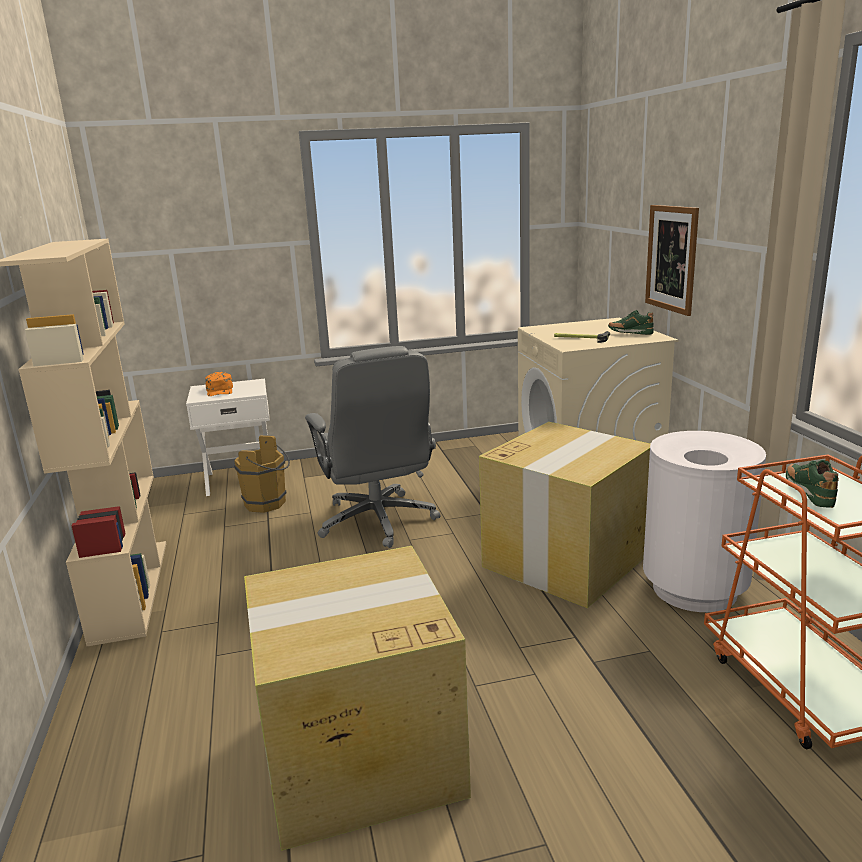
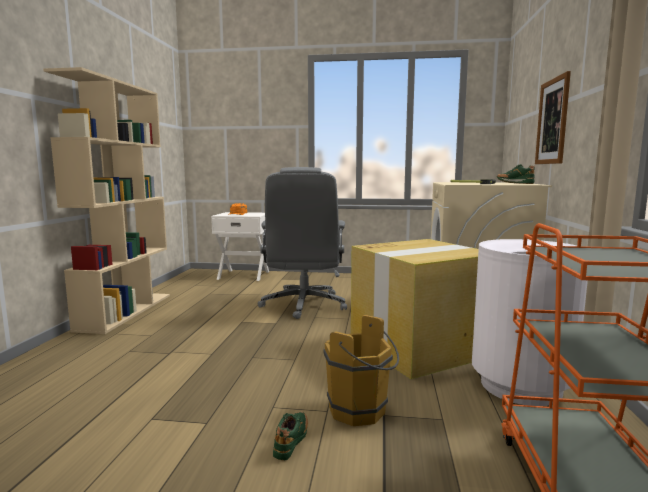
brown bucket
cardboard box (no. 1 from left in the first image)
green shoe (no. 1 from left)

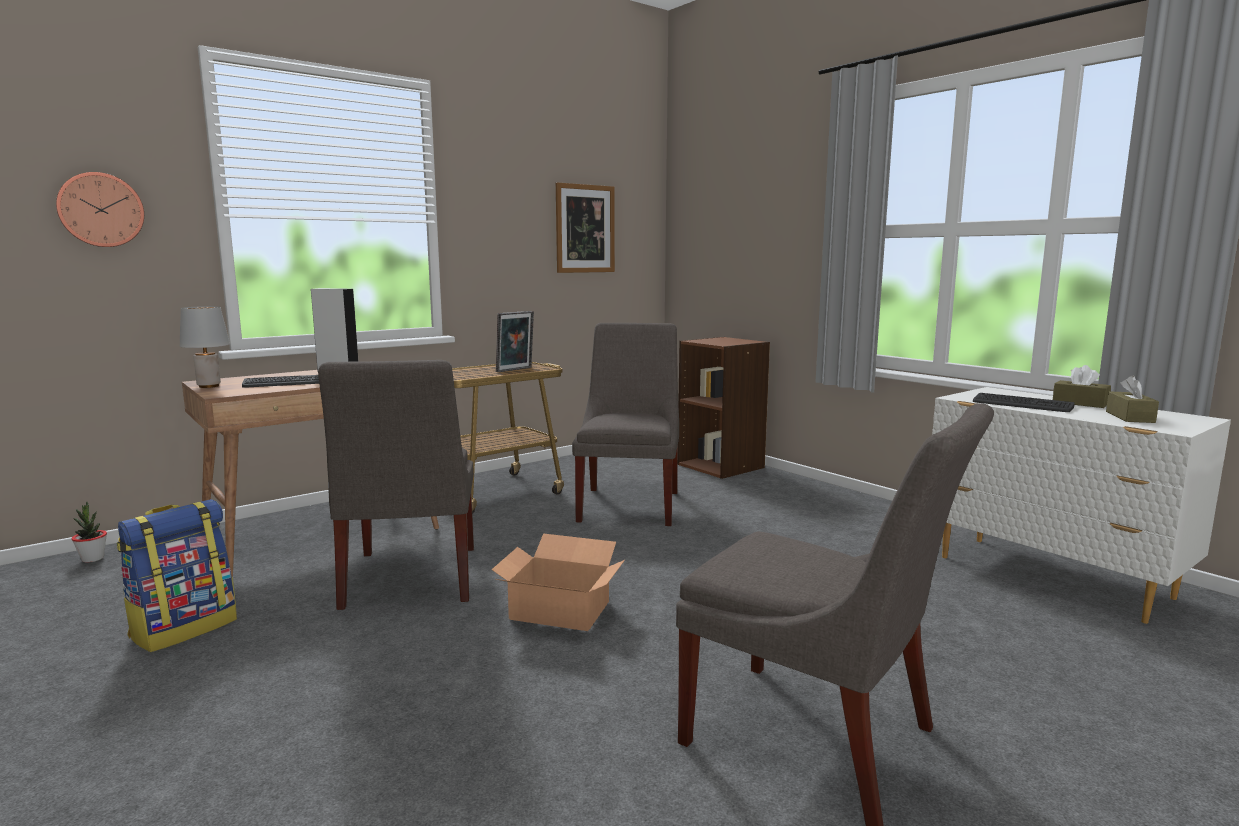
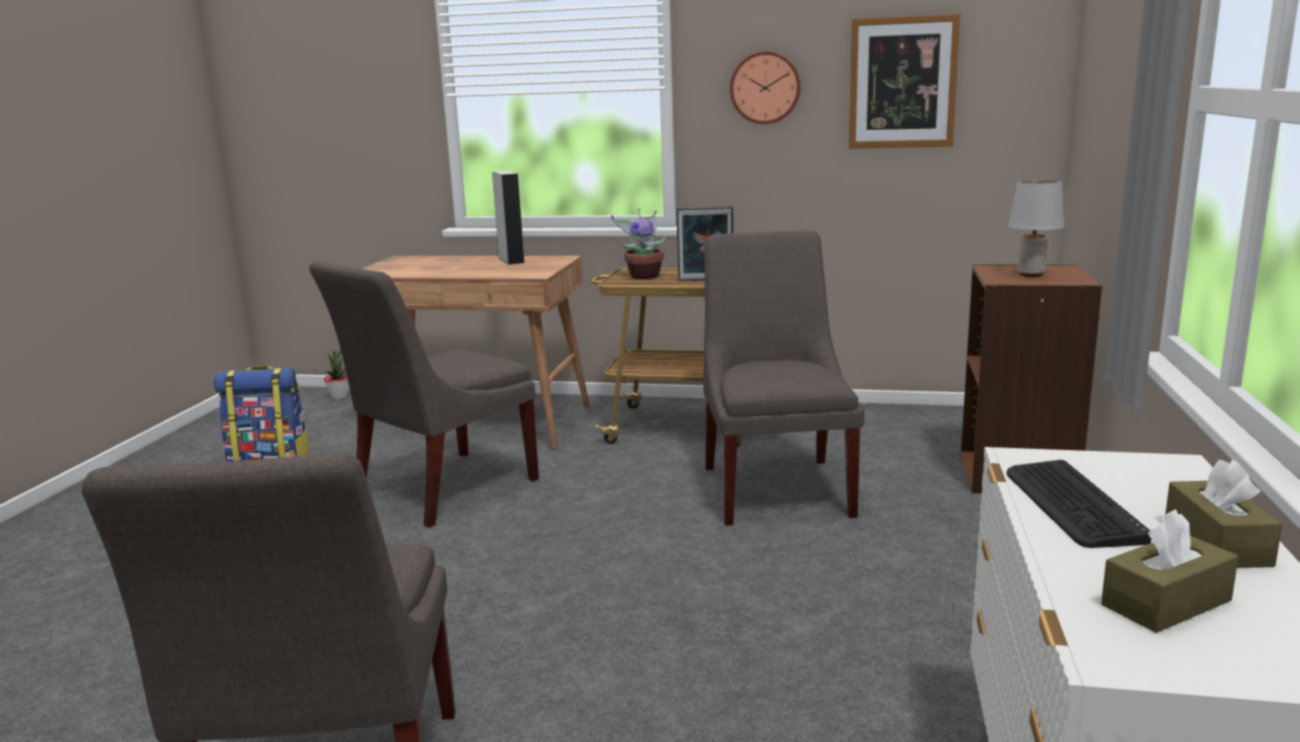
wall clock
grey table lamp
keyboard (no. 1 from left in the first image)
cardboard box
grey chair (no. 3 from left)
potted plant (no. 2 from left)

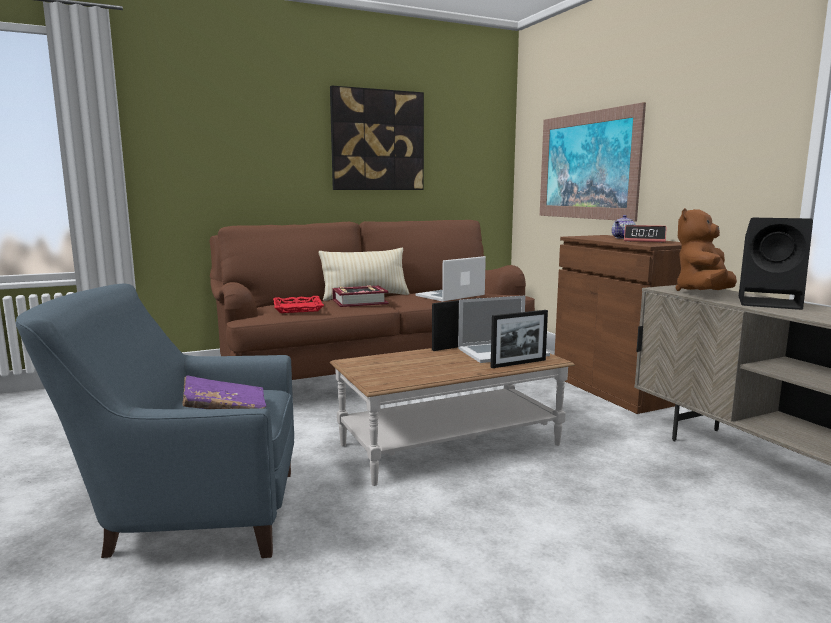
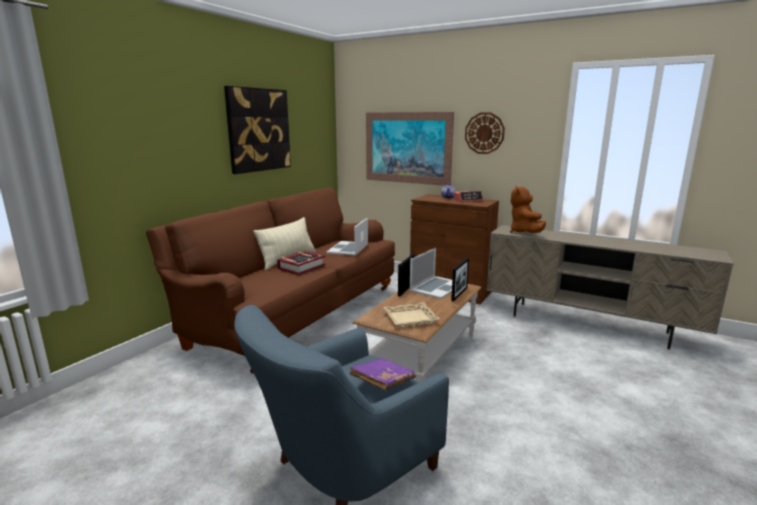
red tray
black speaker
beige tray
wall clock

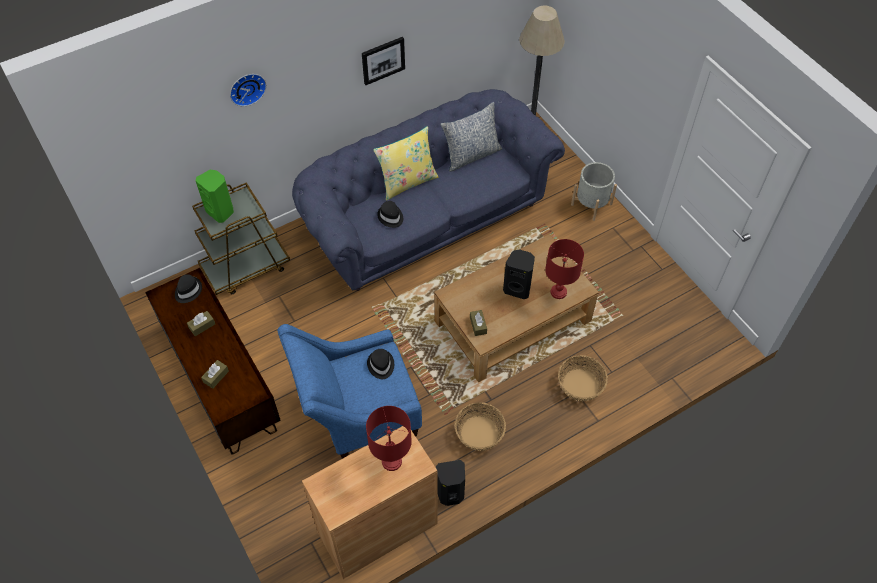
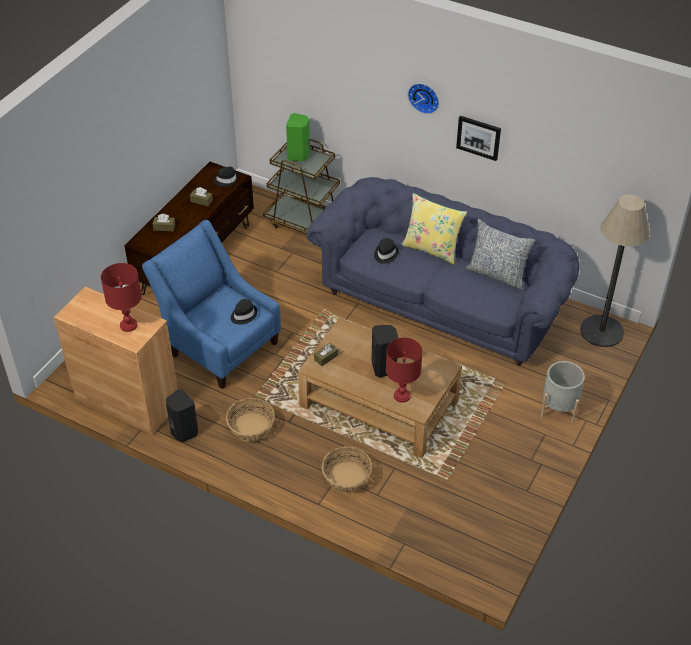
wall clock

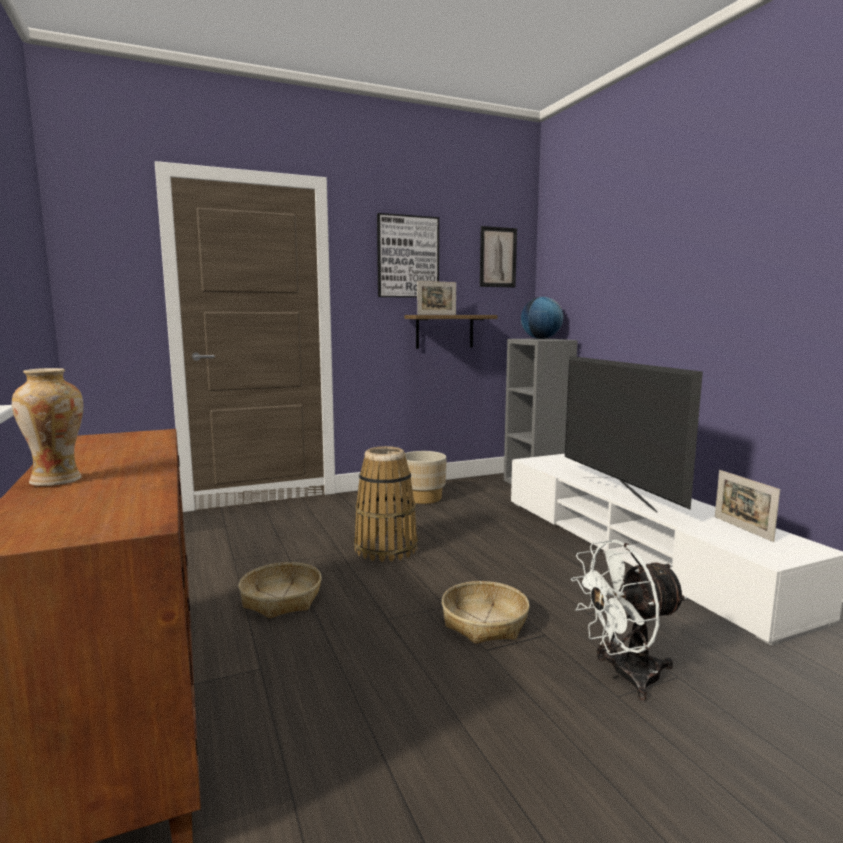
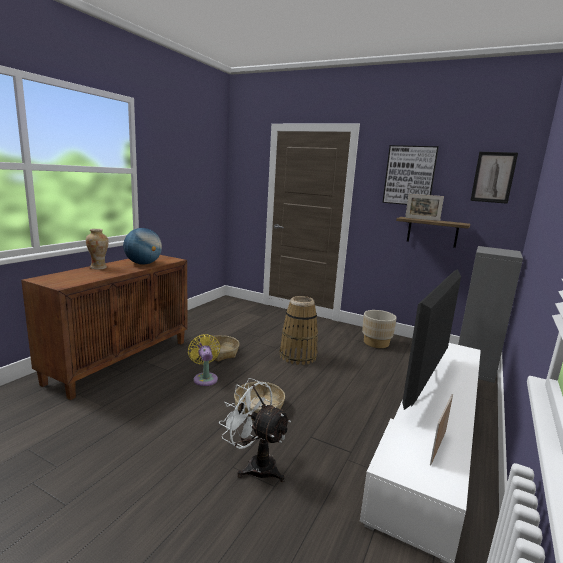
globe
yellow fan

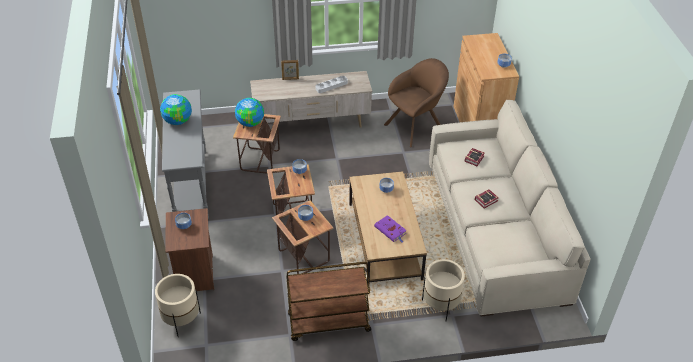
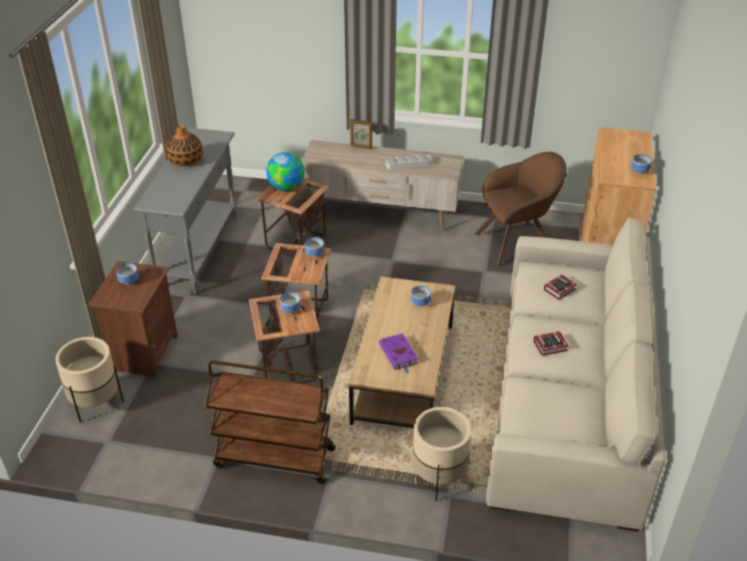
vase

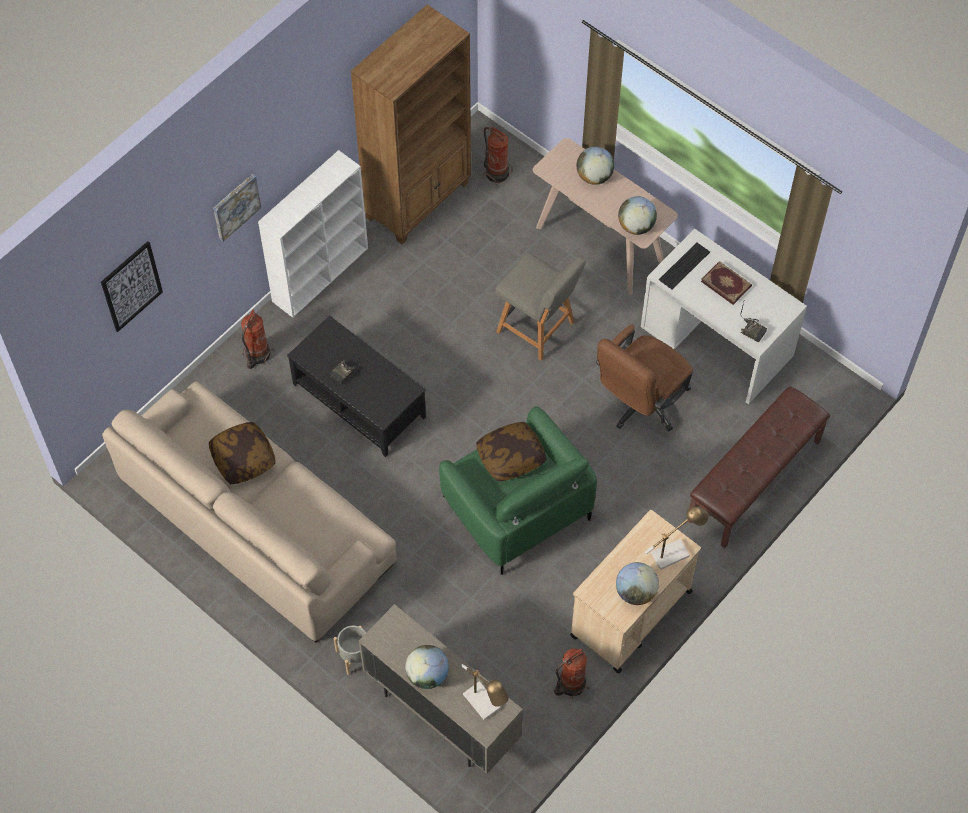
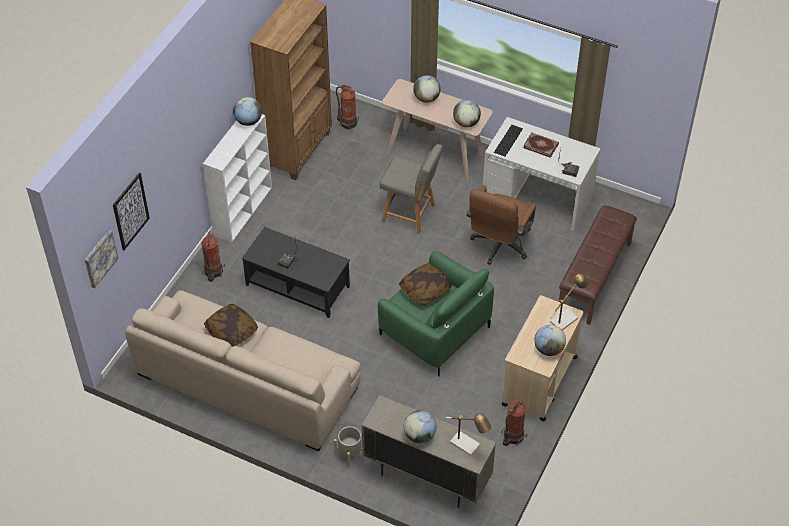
picture (no. 1 from left)
globe (no. 1 from left)

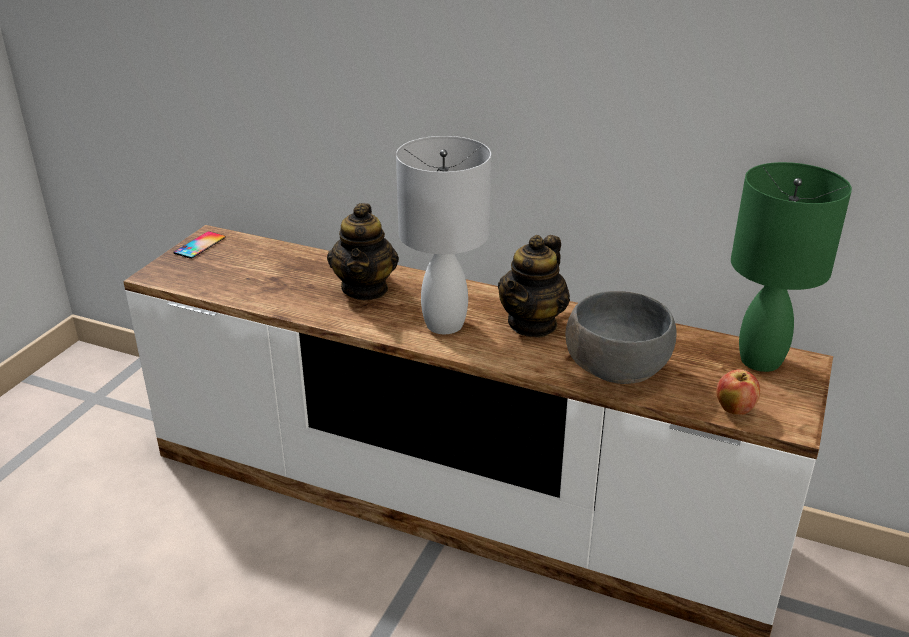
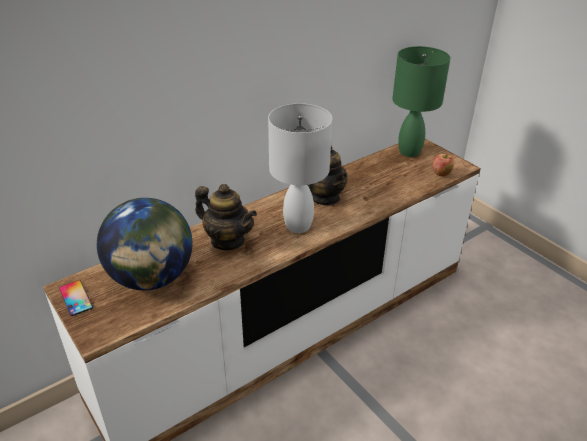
grey bowl
globe

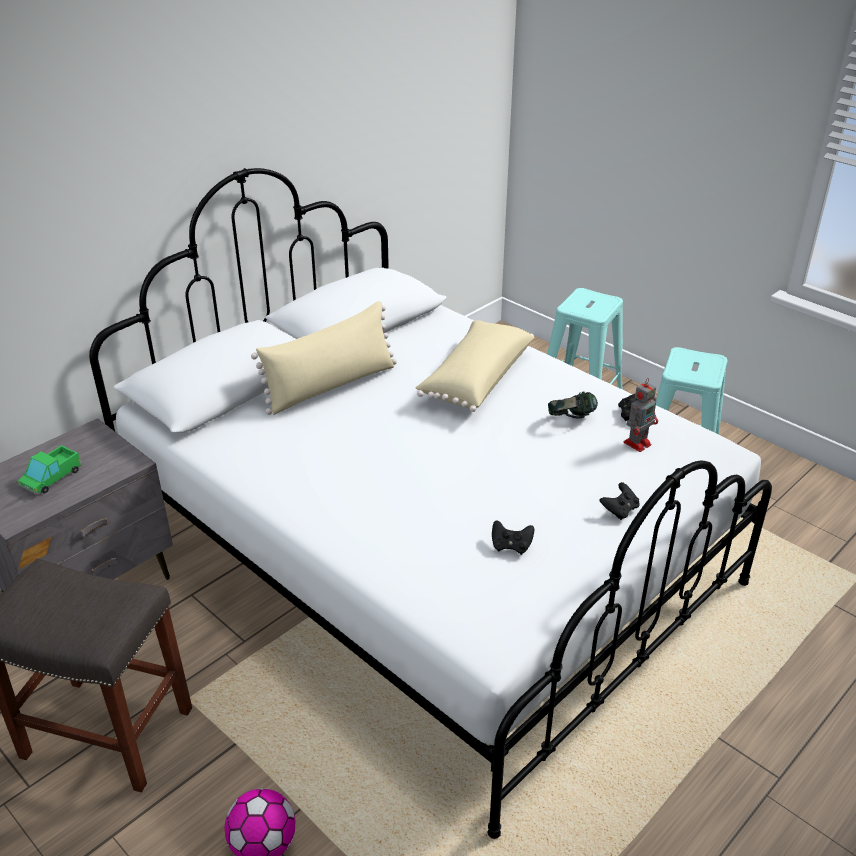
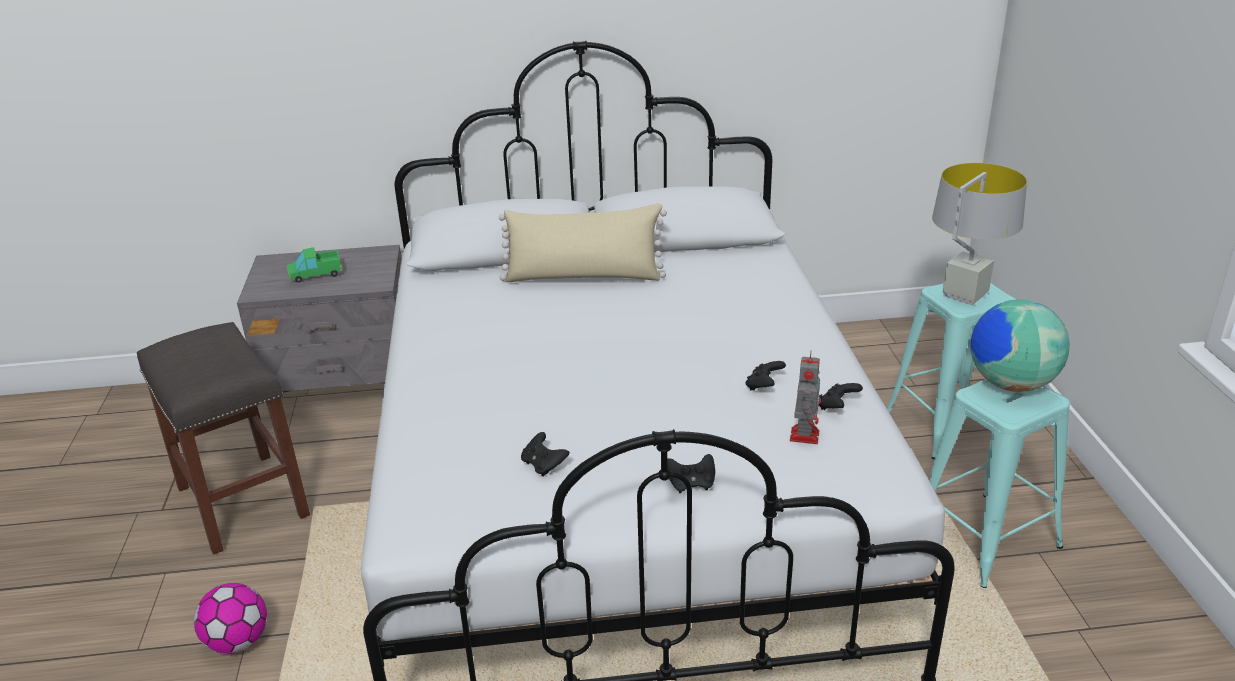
beige pillow (no. 2 from left in the first image)
black game controller (no. 3 from left)
toy robot
grey table lamp
globe

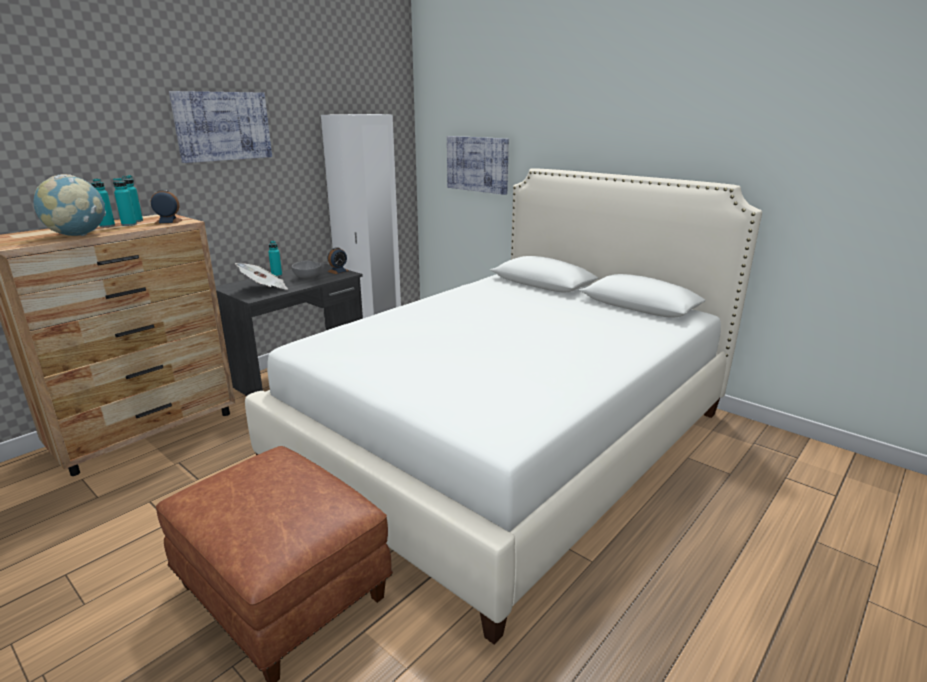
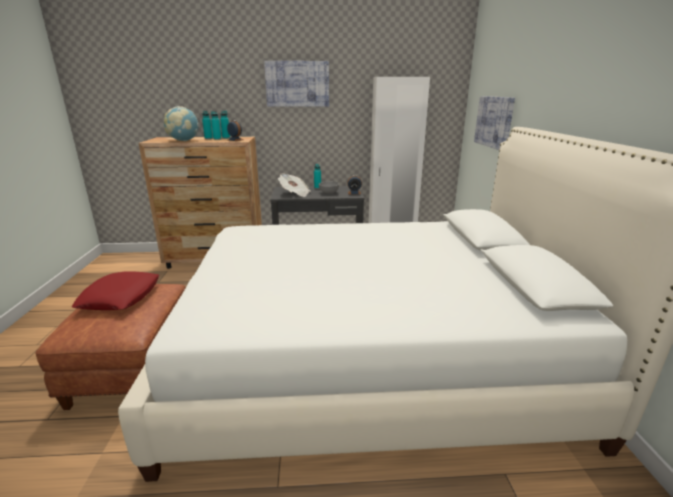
red pillow

